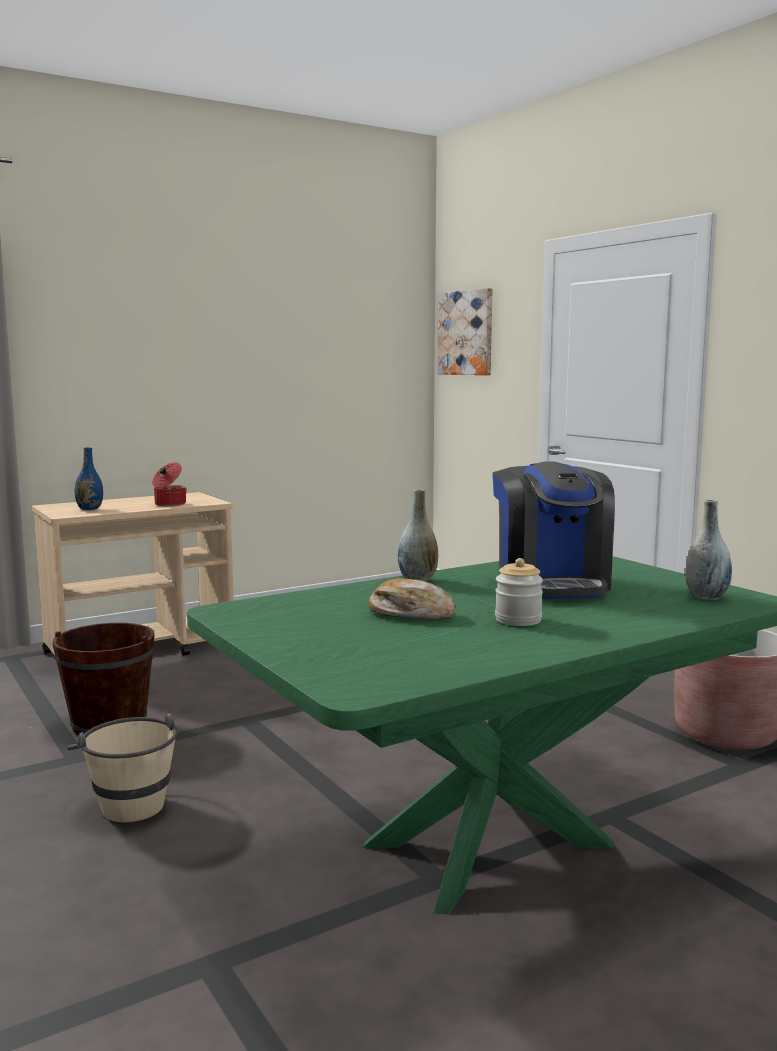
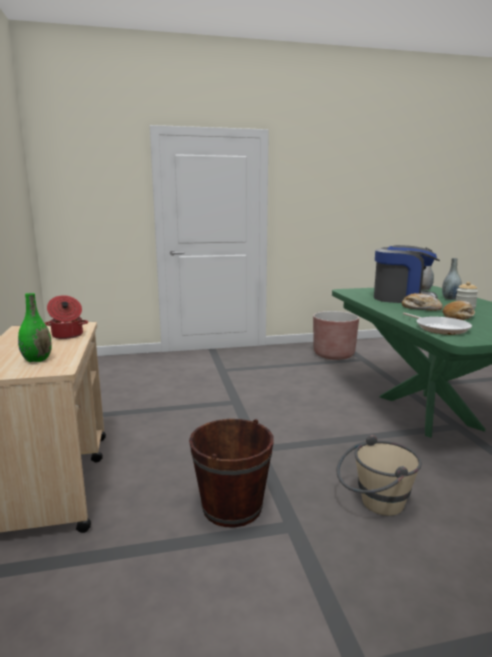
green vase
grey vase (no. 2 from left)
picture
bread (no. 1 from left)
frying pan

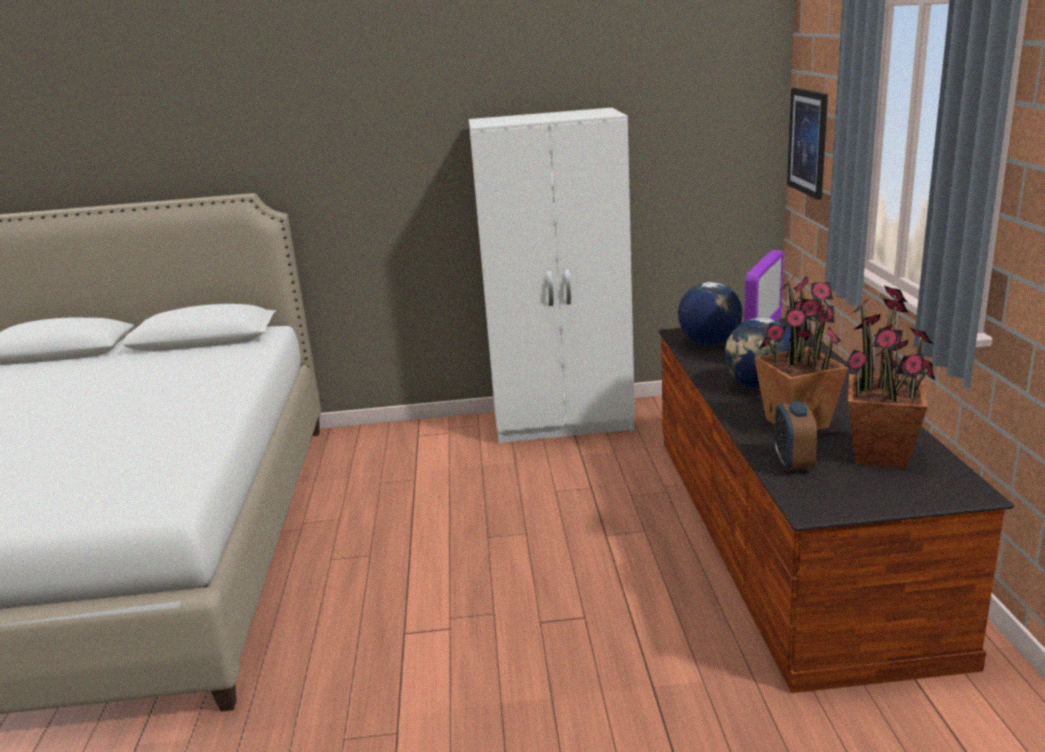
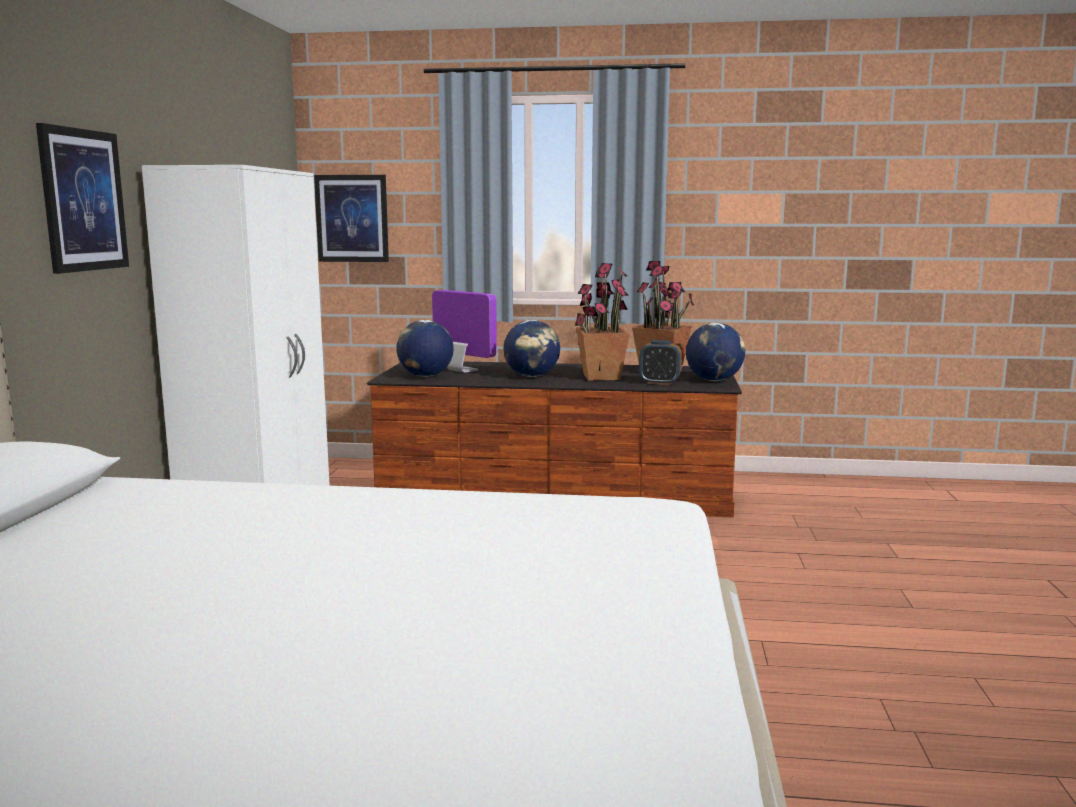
picture (no. 1 from left)
globe (no. 3 from left)

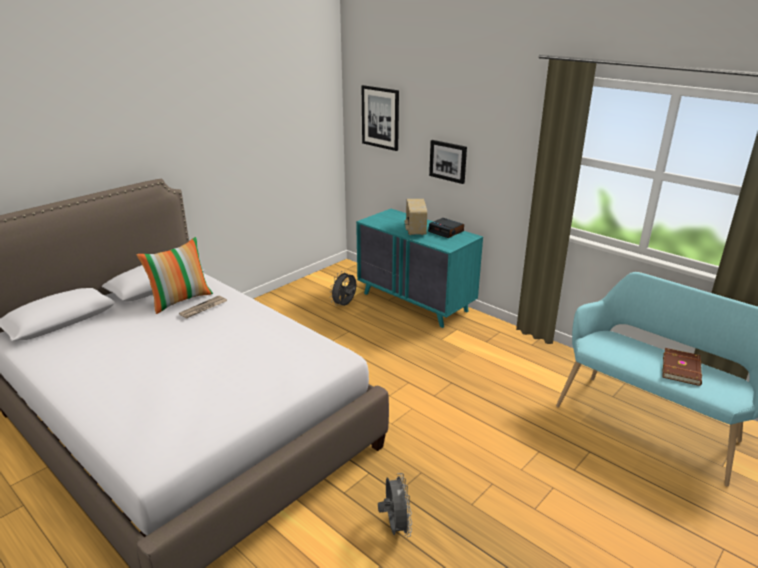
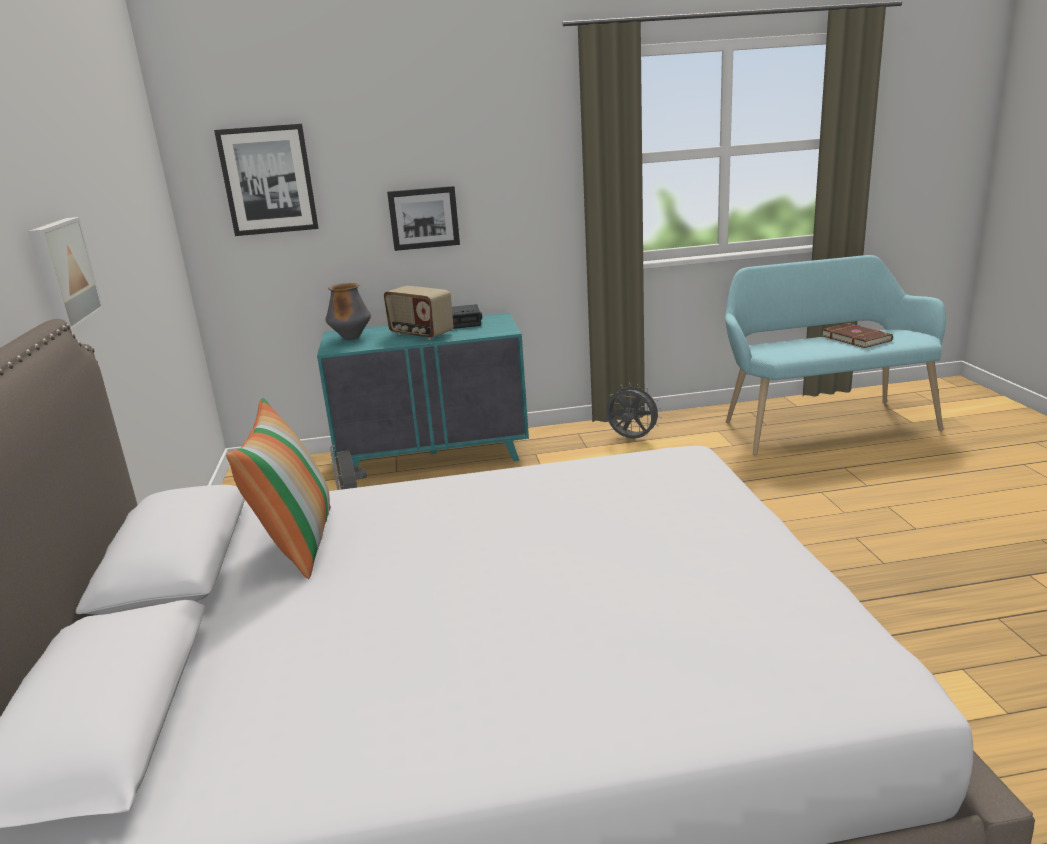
newspaper
grey fan (no. 2 from left)
picture (no. 1 from left)
vase

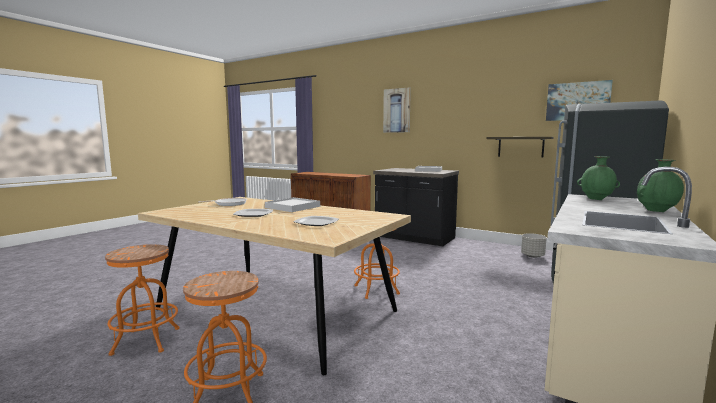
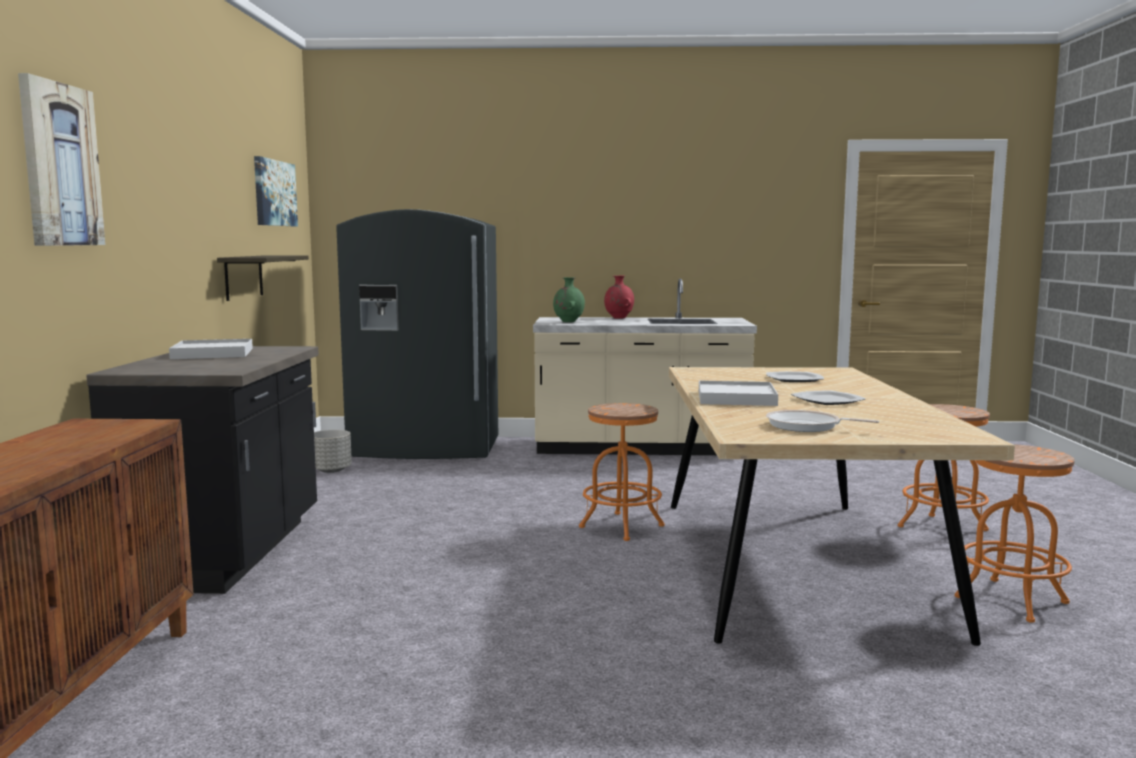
red vase

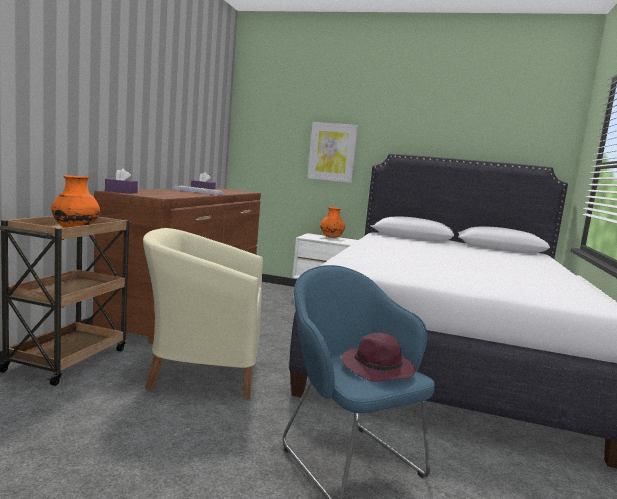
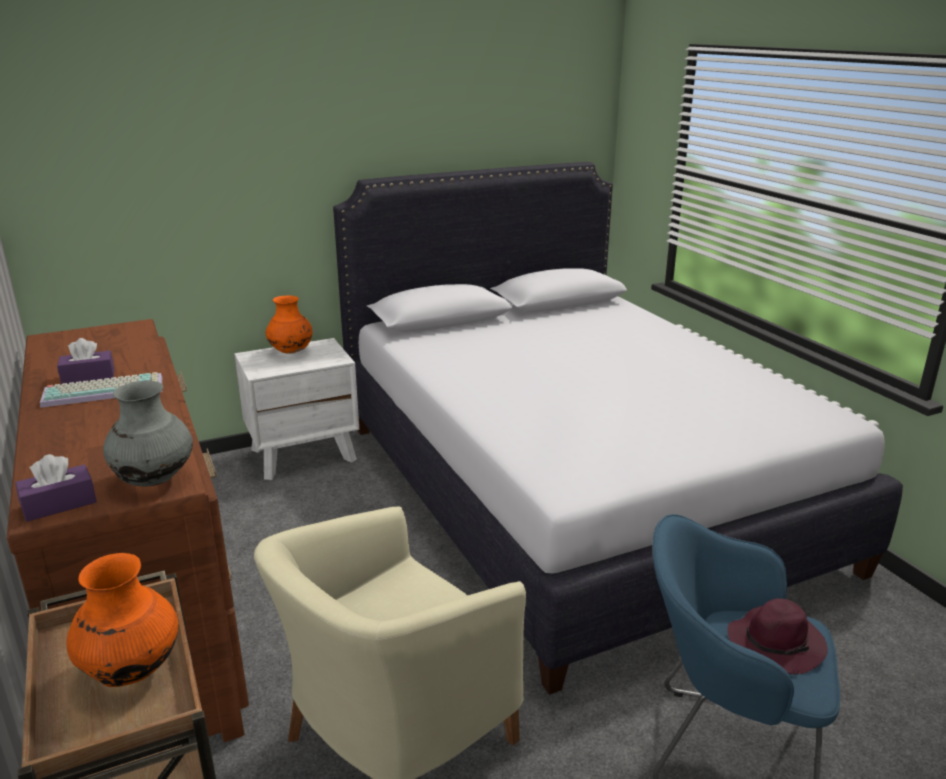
picture
grey vase

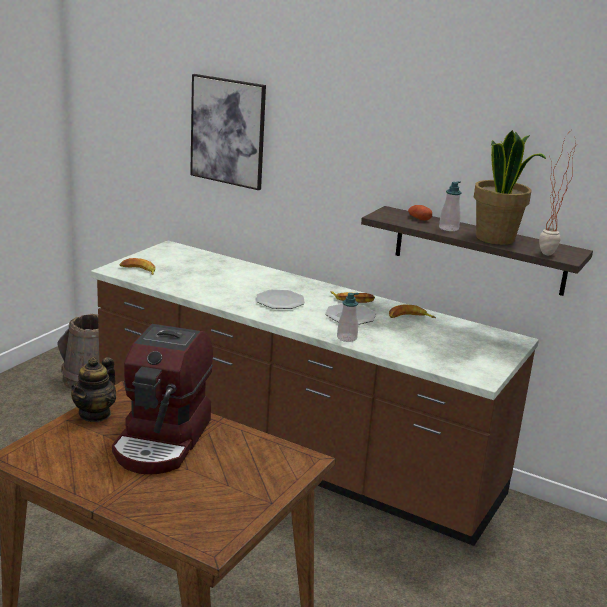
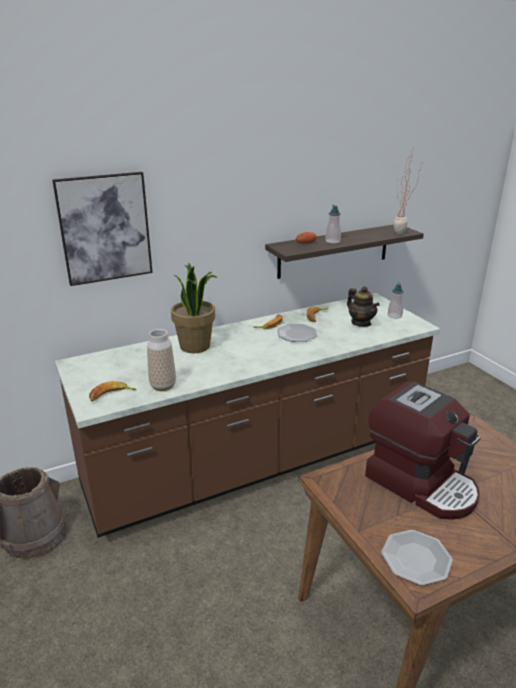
teapot
plate (no. 2 from left)
soap dispenser (no. 2 from left)
potted plant (no. 1 from left)
vase

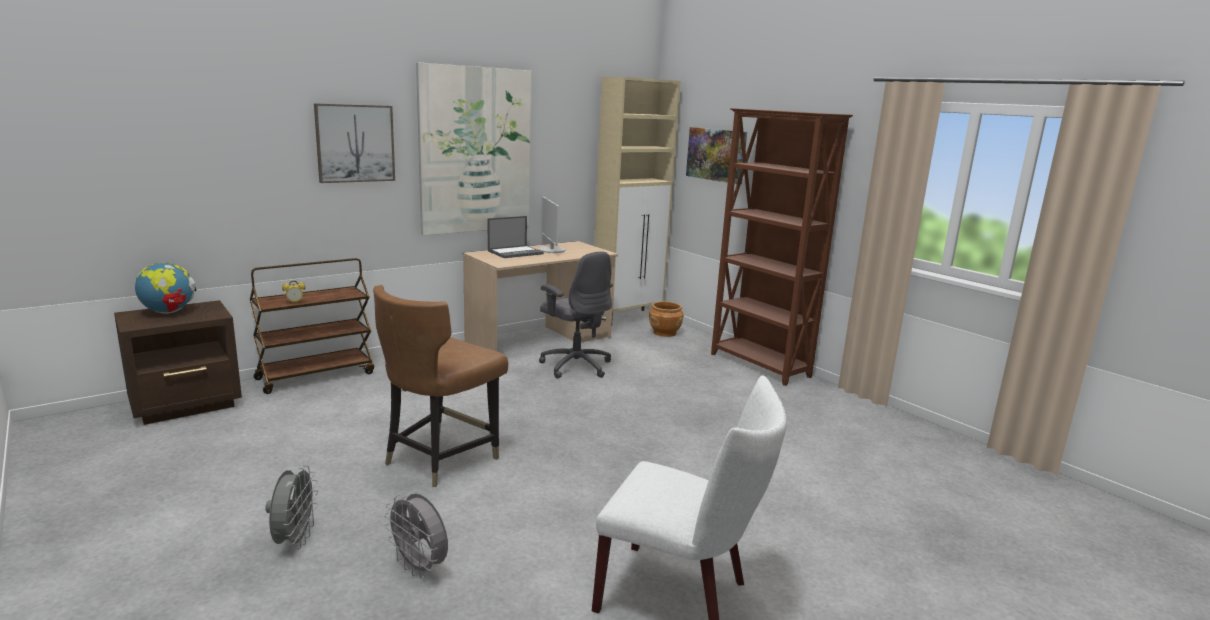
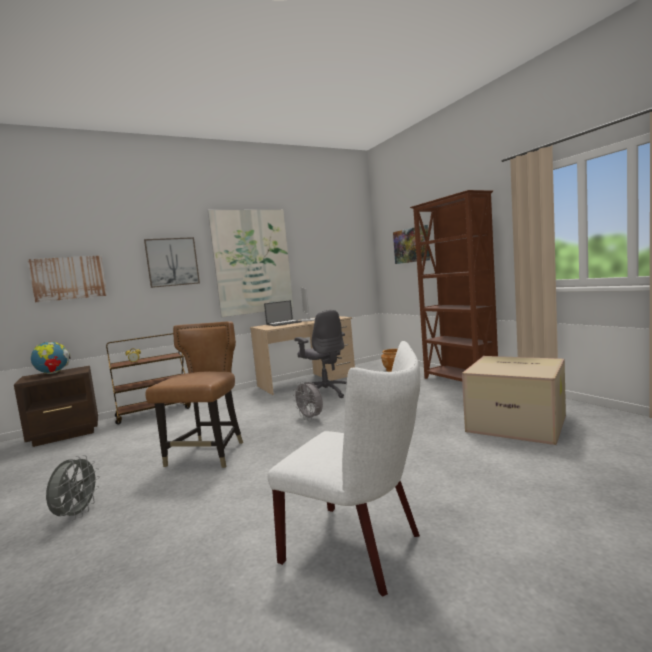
brown chair
grey fan (no. 2 from left)
beige cabinet
picture (no. 1 from left)
cardboard box

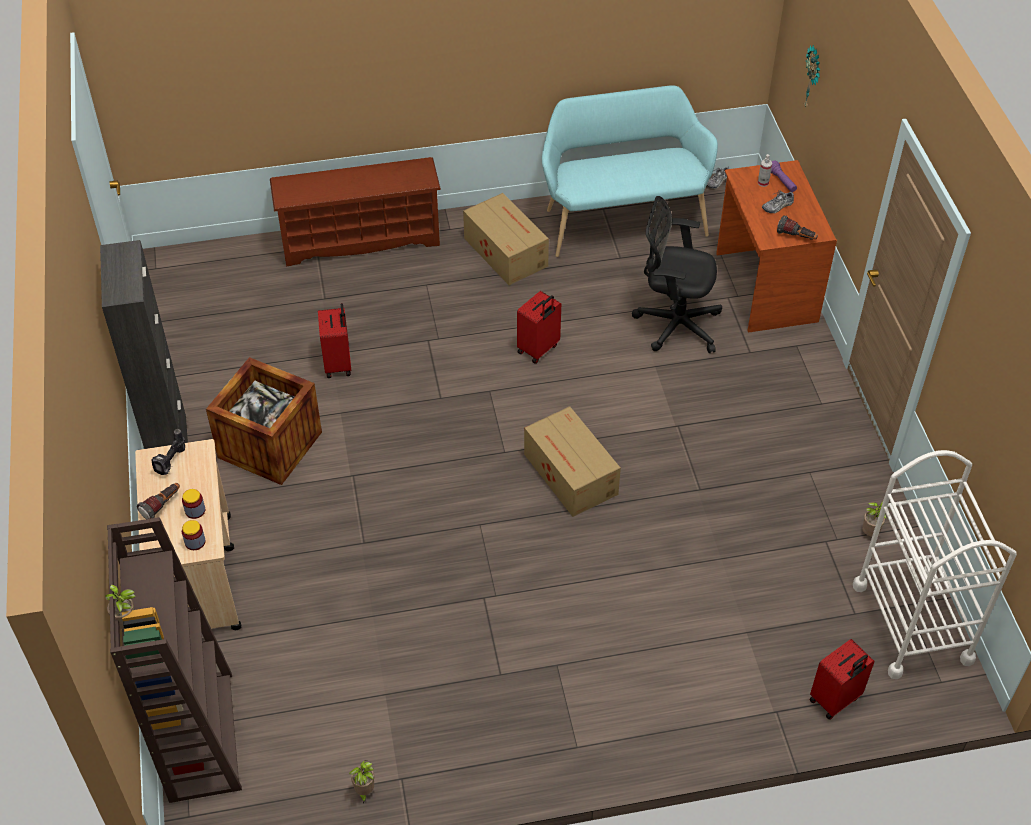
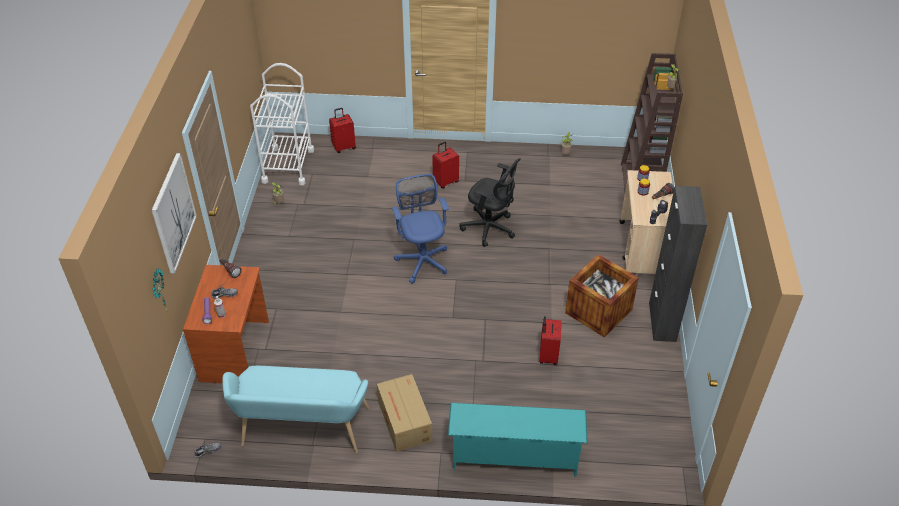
turquoise shoe rack
red suitcase (no. 2 from left)
blue office chair
black office chair
picture

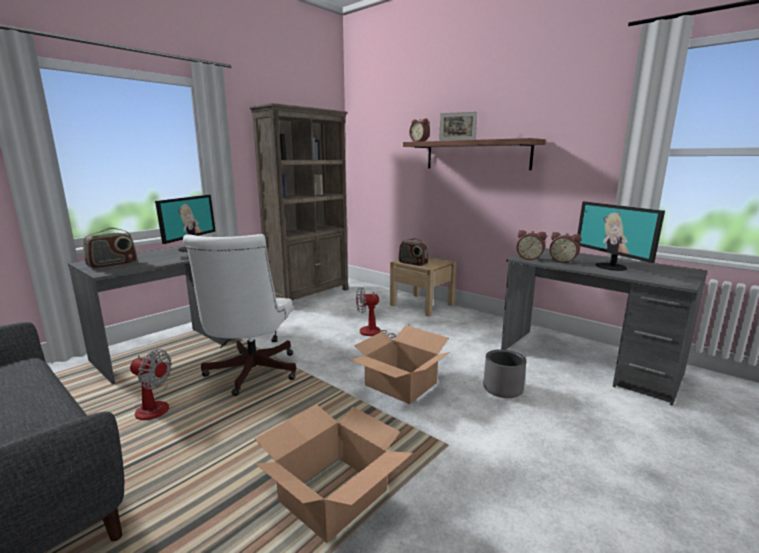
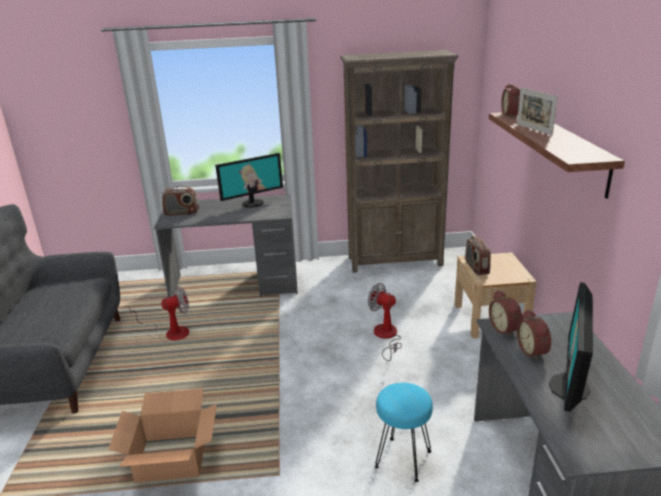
fan (no. 1 from left)
white office chair
cardboard box (no. 2 from left in the first image)
turquoise stool

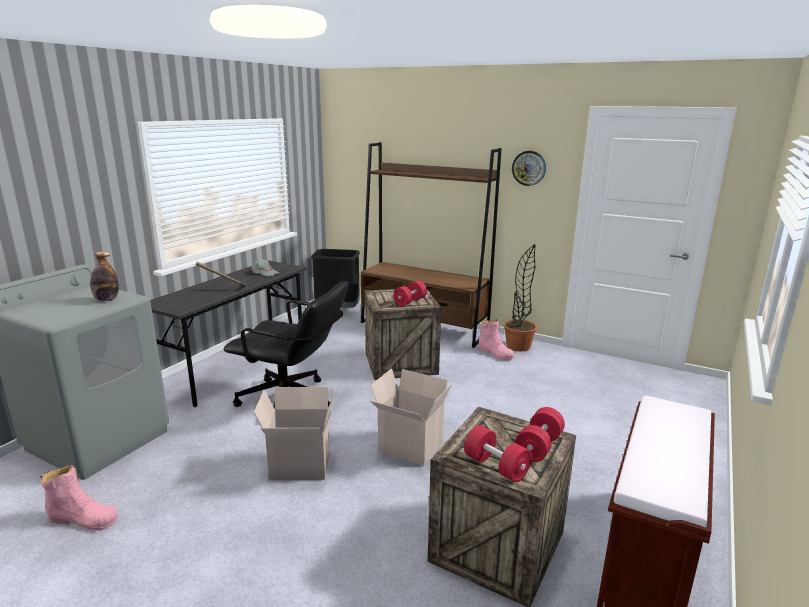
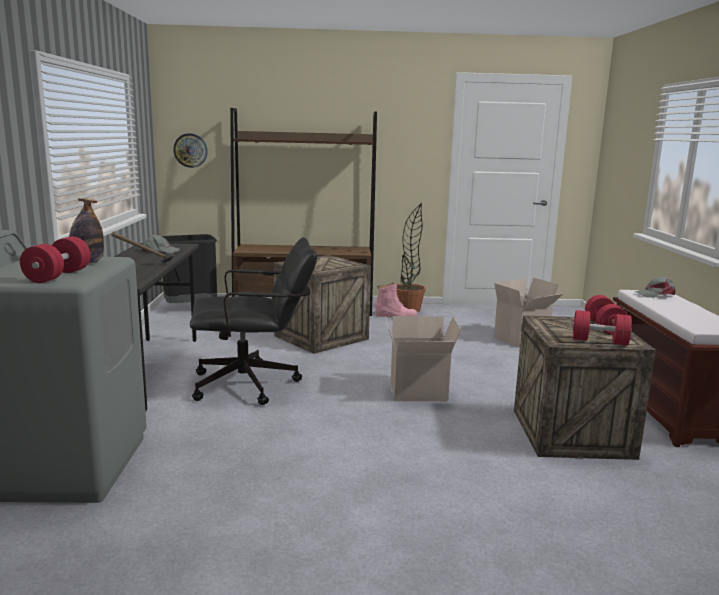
pink boot (no. 1 from left in the first image)
cardboard box (no. 2 from left)
red dumbbell (no. 1 from left)
wall clock
grey cap (no. 2 from left)

